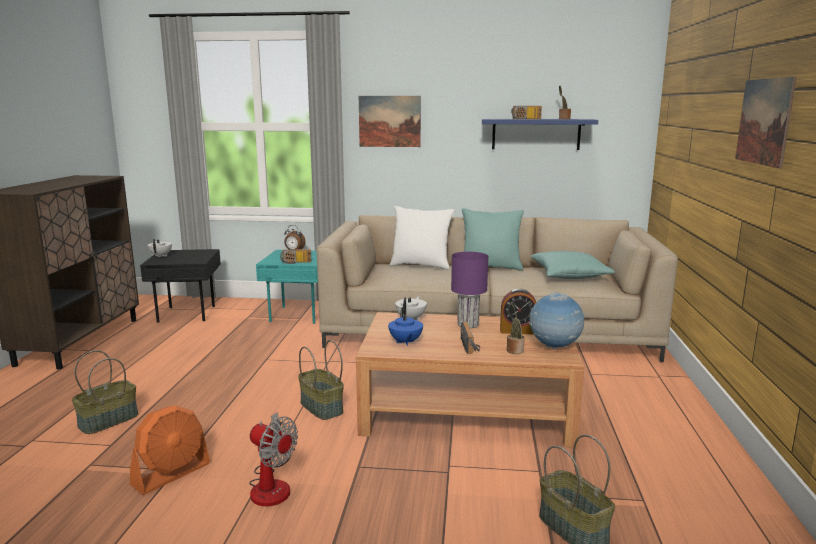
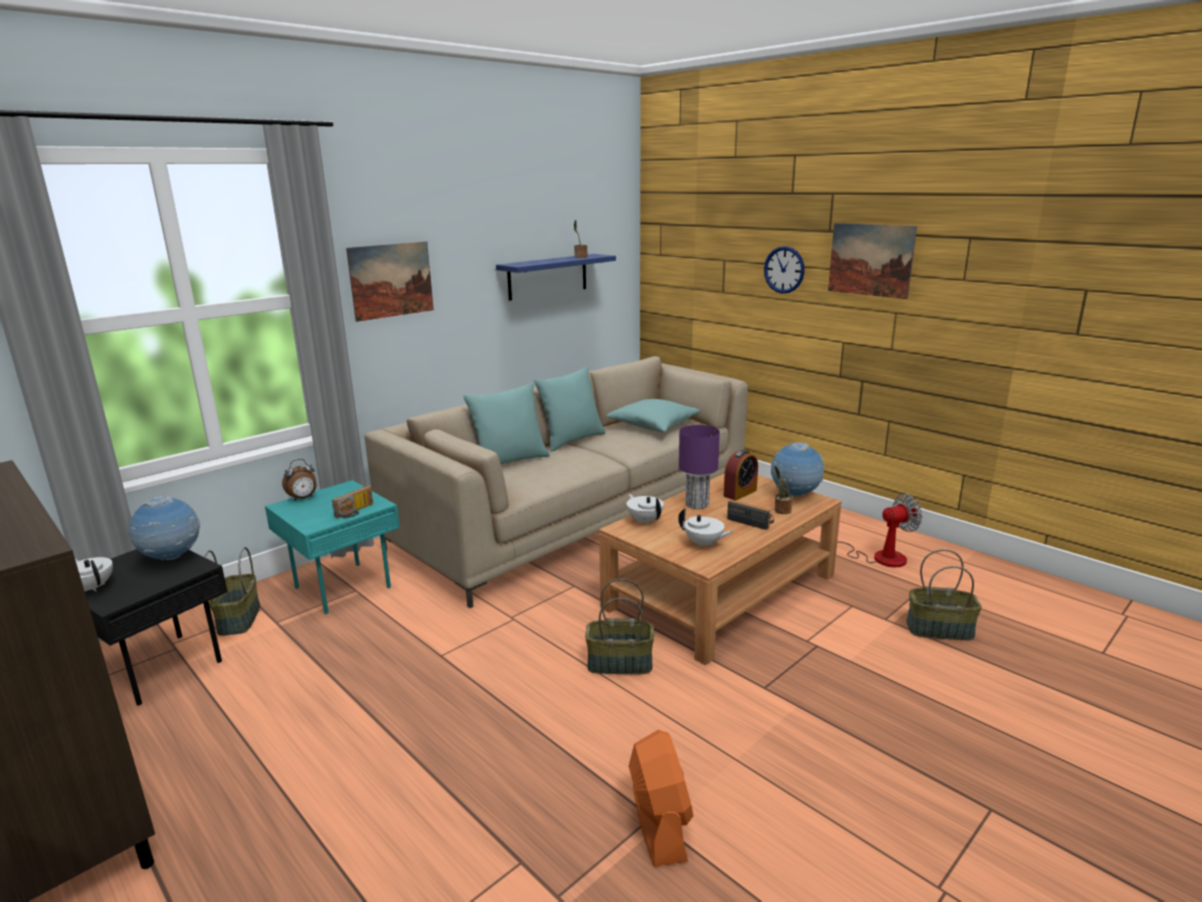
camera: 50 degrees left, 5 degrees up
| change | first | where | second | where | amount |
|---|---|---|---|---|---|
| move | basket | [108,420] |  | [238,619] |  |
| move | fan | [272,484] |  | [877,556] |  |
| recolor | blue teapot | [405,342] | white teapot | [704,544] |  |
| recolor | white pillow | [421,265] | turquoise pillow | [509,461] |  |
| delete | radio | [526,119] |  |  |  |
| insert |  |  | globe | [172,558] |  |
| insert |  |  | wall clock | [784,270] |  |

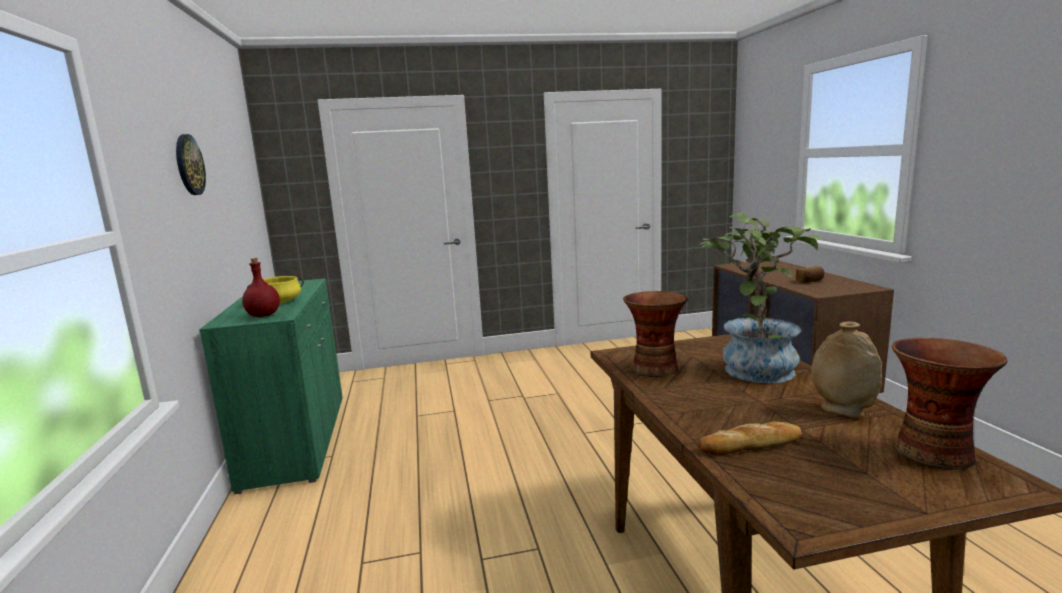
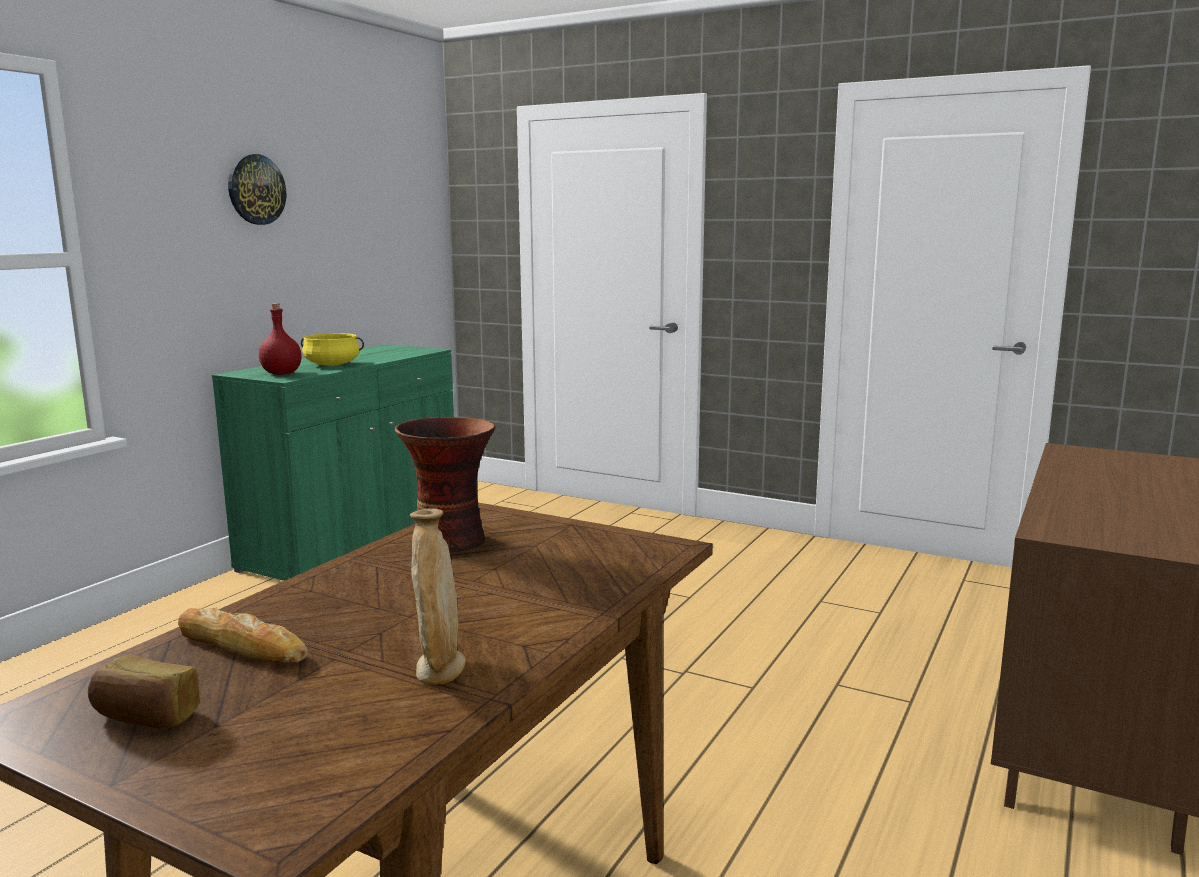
camera: 40 degrees right, 0 degrees up
| change | first | where | second | where | amount |
|---|---|---|---|---|---|
| delete | potted plant | [754,366] |  |  |  |
| move | bread | [810,281] |  | [145,717] |  |
| delete | vase | [933,452] |  |  |  |

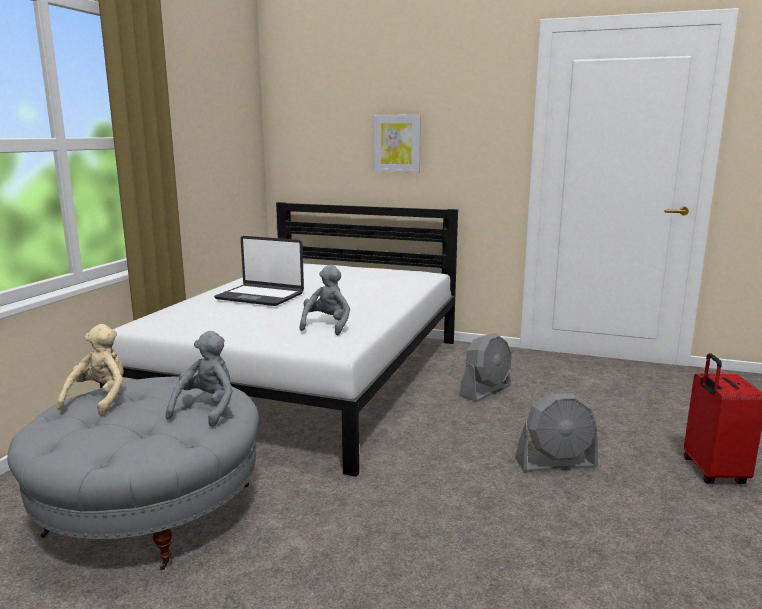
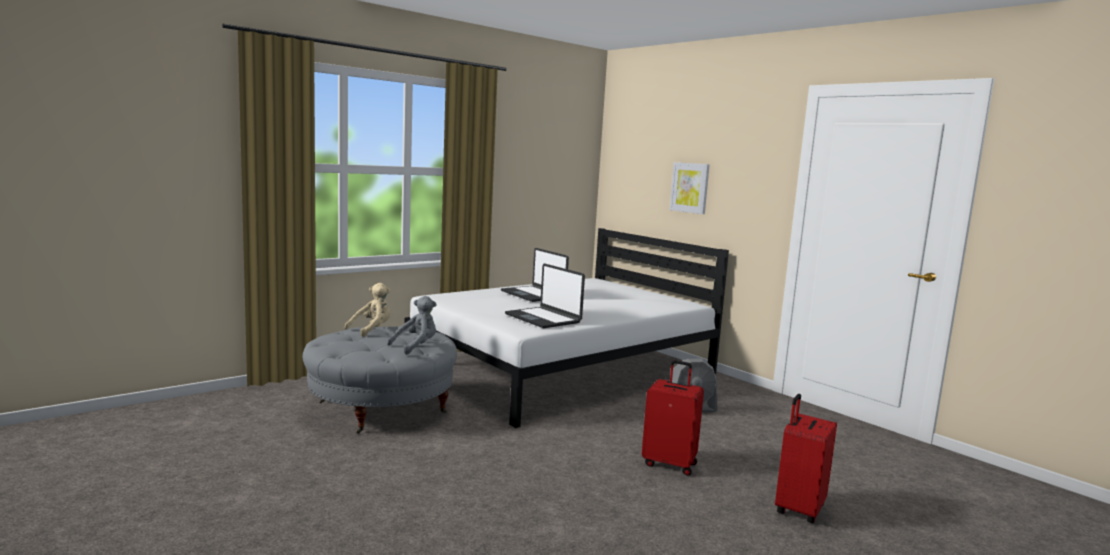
camera: 30 degrees right, 5 degrees down
| change | first | where | second | where | amount |
|---|---|---|---|---|---|
| replace | grey plush toy | [327,326] | laptop | [543,318] |  |
| replace | grey fan | [556,463] | red suitcase | [670,464] |  |

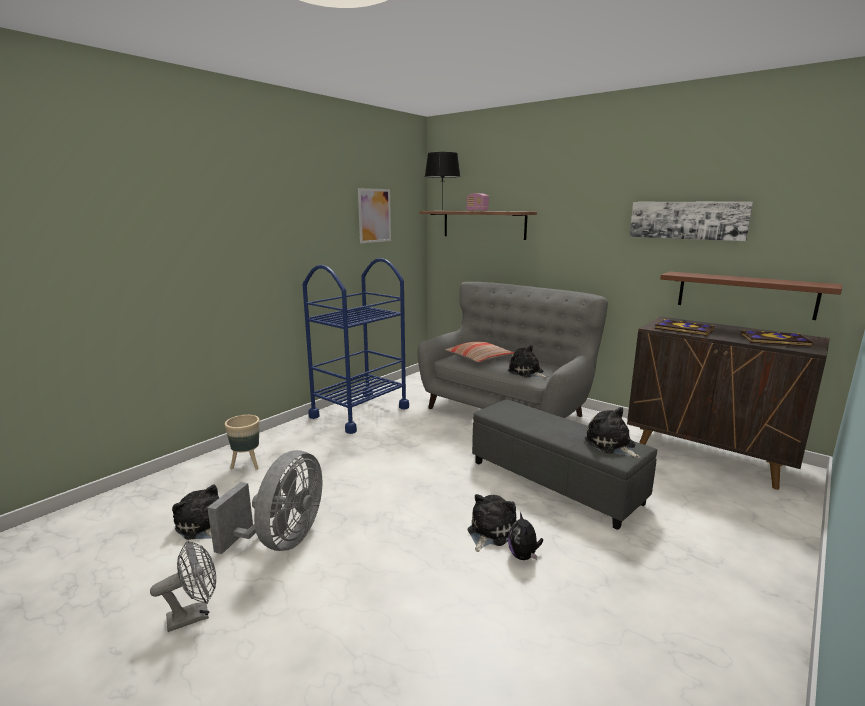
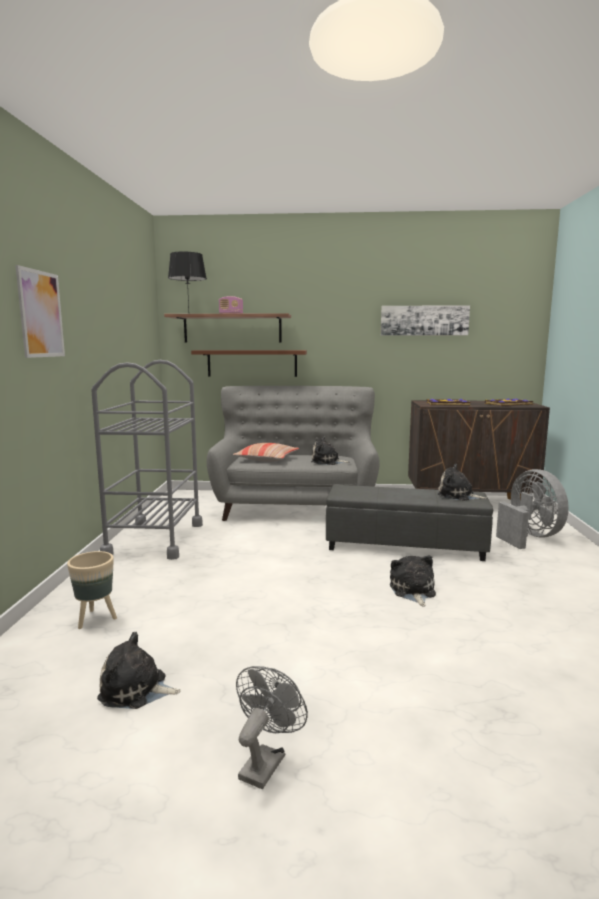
camera: 35 degrees left, 5 degrees down
| change | first | where | second | where | amount |
|---|---|---|---|---|---|
| move | grey fan | [281,540] |  | [529,537] |  |
| recolor | blue cart | [359,412] | grey cart | [155,539] |  |
| move | picture | [374,215] |  | [41,314] |  |
| delete | plush toy | [523,556] |  |  |  |
| move | brown shelf | [745,294] |  | [252,363] |  |

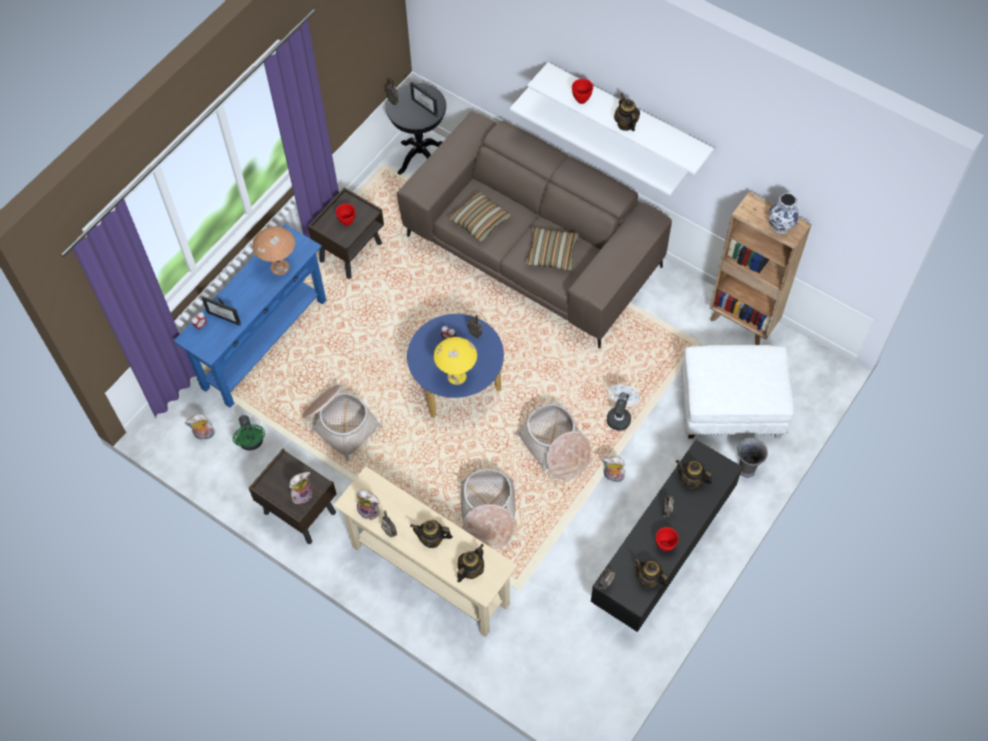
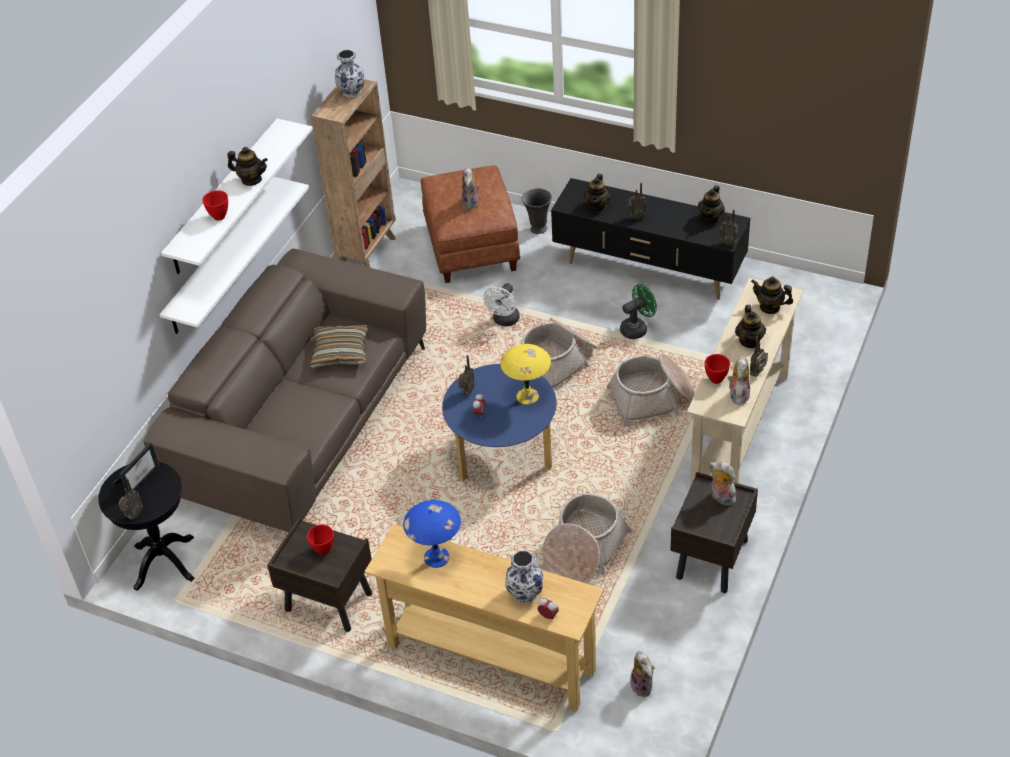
camera: 100 degrees left, 15 degrees down
| change | first | where | second | where | amount |
|---|---|---|---|---|---|
| recolor | blue console table | [264,343] | beige console table | [490,659] |  |
| replace | picture frame | [226,315] | vase | [525,593] |  |
| move | green fan | [252,443] |  | [637,328] |  |
| recolor | brown table lamp | [280,267] | blue table lamp | [437,557] |  |
| delete | pillow | [480,221] |  |  |  |
| move | plush toy | [612,476] |  | [471,203] |  |
| rotate | white fan | [619,416] |  | [504,321] | 75 degrees counterclockwise |
| rotate | teapot | [625,124] |  | [251,180] | 135 degrees counterclockwise |
| move | red bowl | [664,546] |  | [716,380] |  |
| recolor | white ottoman | [732,406] | brown ottoman | [470,246] |  |

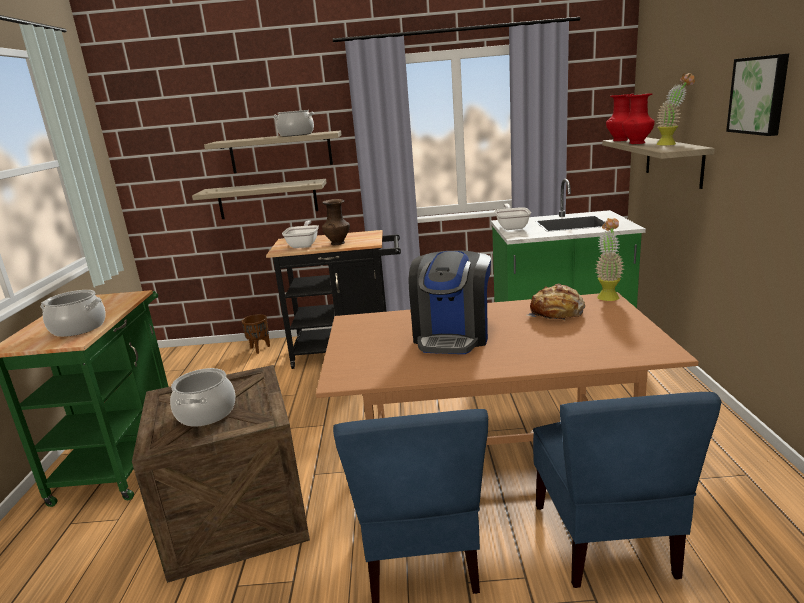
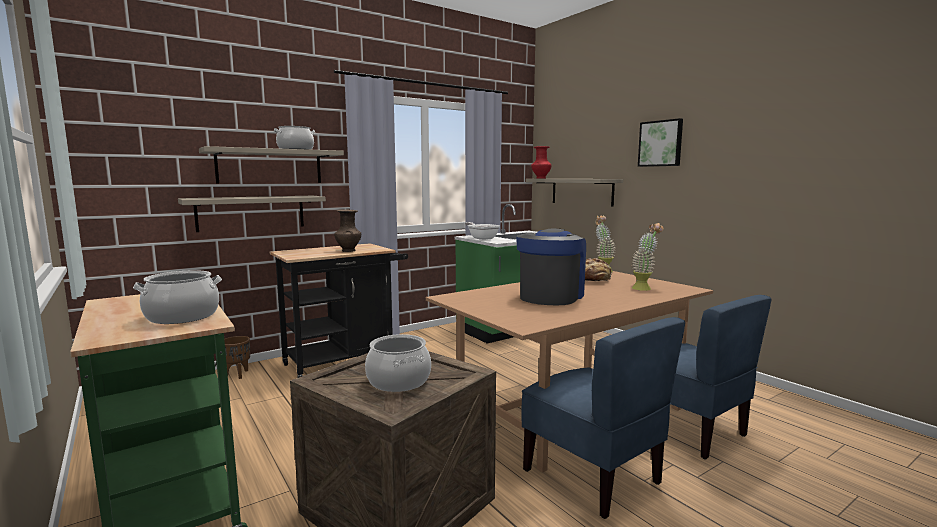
camera: 35 degrees left, 10 degrees down
| change | first | where | second | where | amount |
|---|---|---|---|---|---|
| delete | frying pan | [304,244] |  |  |  |
| rotate | coffee machine | [452,336] |  | [551,296] | 135 degrees counterclockwise |
| delete | red vase | [636,143] |  |  |  |
| move | potted plant | [671,144] |  | [644,288] |  |

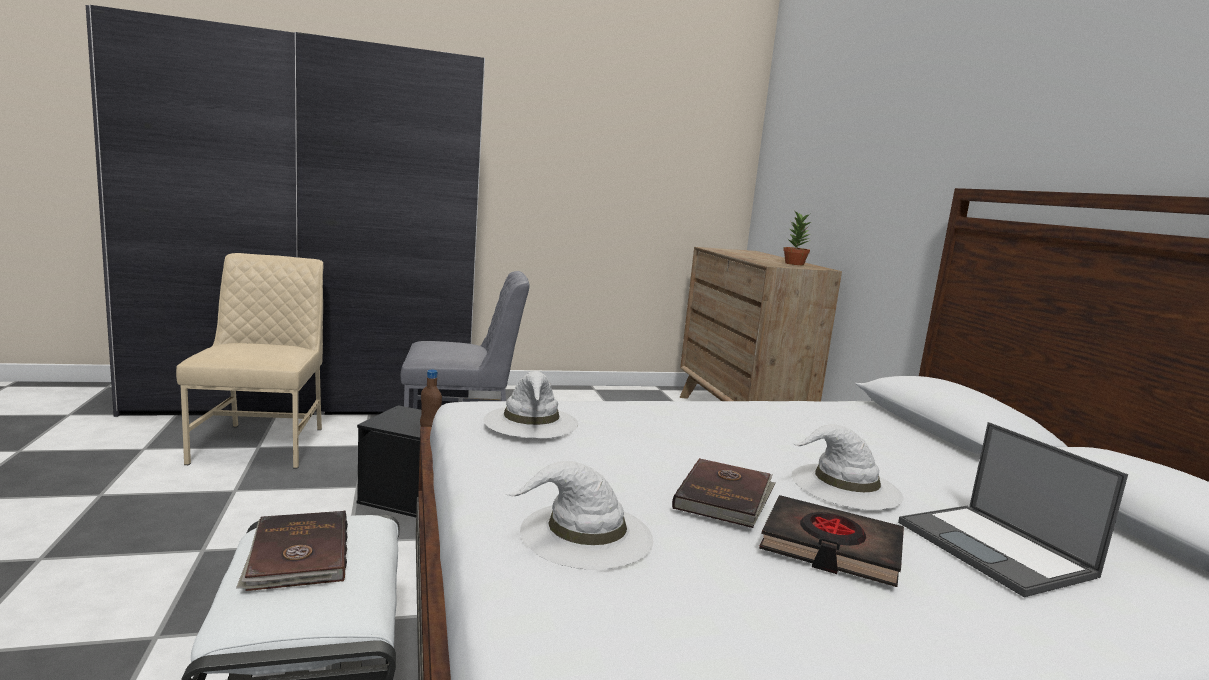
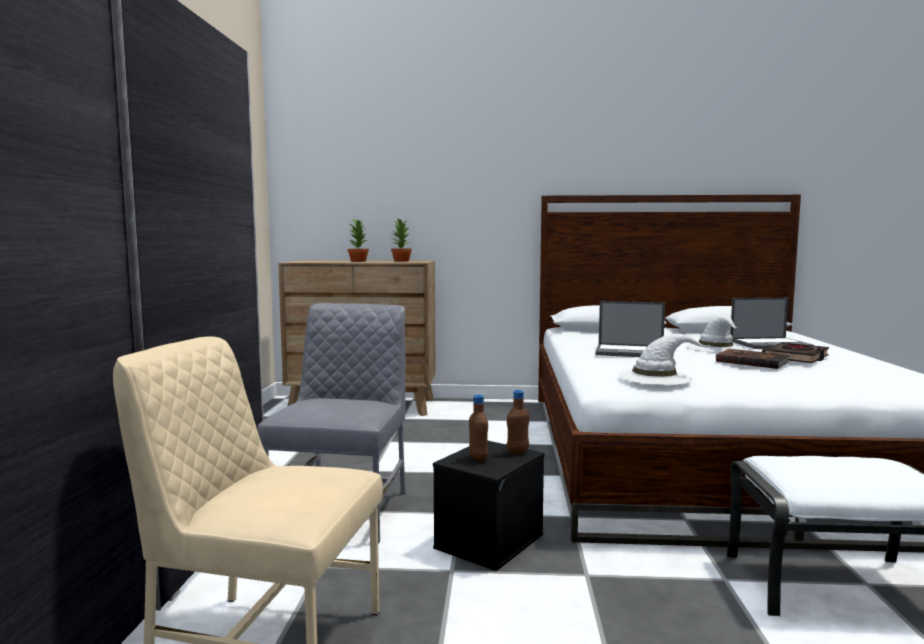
camera: 70 degrees left, 5 degrees down
| change | first | where | second | where | amount |
|---|---|---|---|---|---|
| delete | brown book | [297,555] |  |  |  |
| delete | white hat | [585,535] |  |  |  |
| insert |  |  | potted plant | [358,261] |  |
| insert |  |  | brown bottle | [478,459] |  |
| insert |  |  | laptop | [631,352] |  |

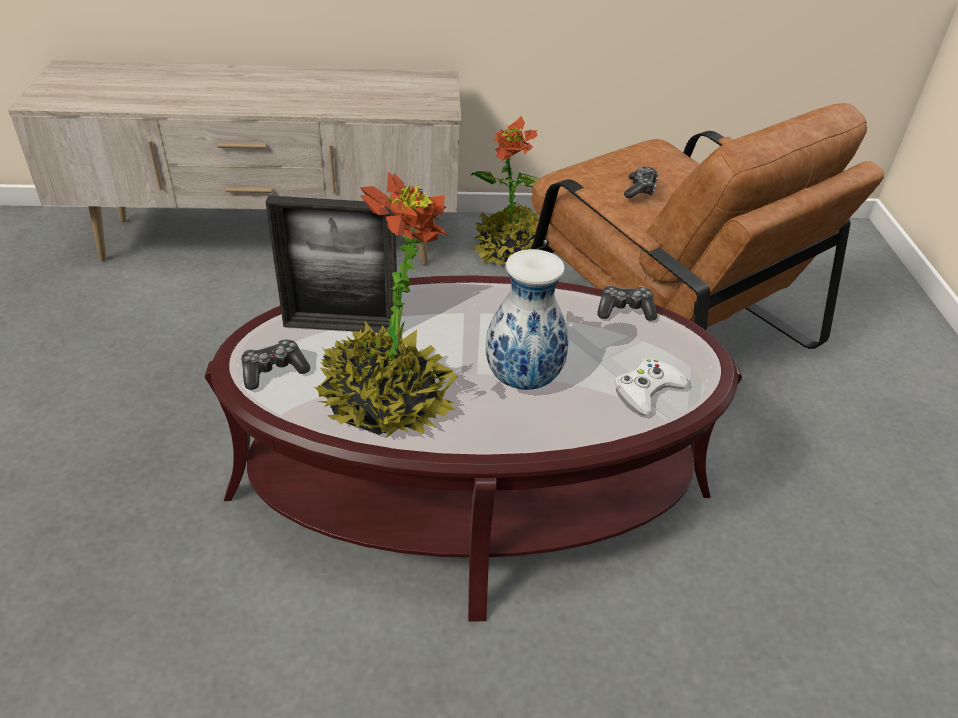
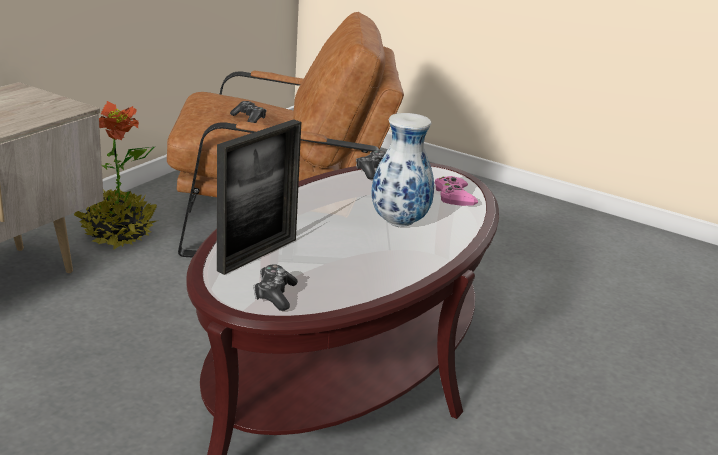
camera: 55 degrees left, 15 degrees down
| change | first | where | second | where | amount |
|---|---|---|---|---|---|
| delete | potted plant | [386,403] |  |  |  |
| recolor | white game controller | [646,391] | pink game controller | [454,196] |  |

